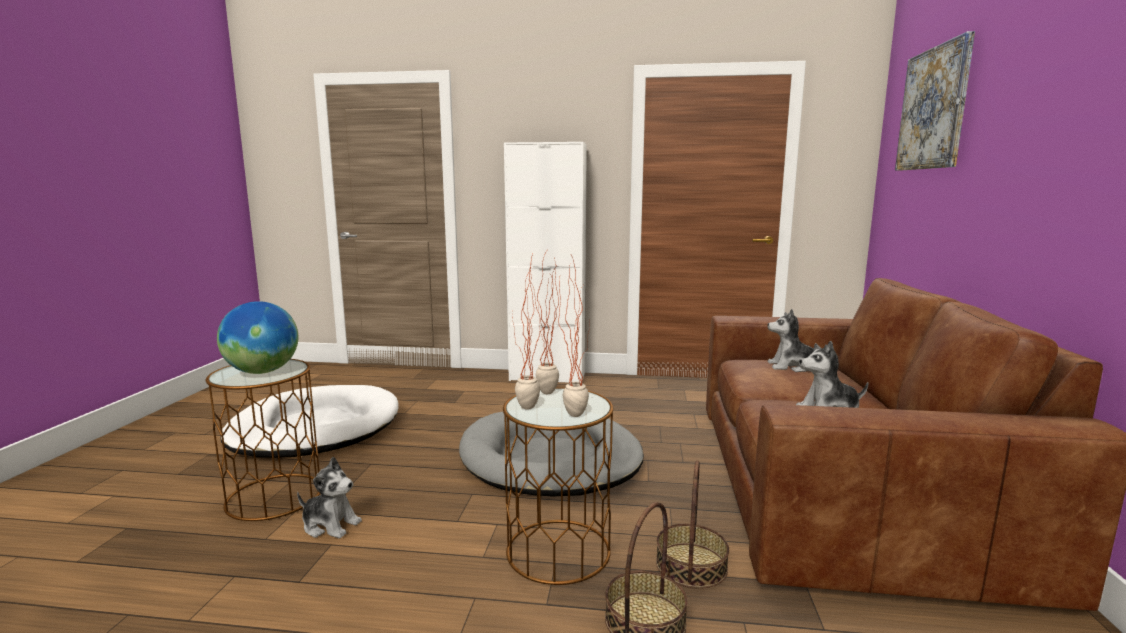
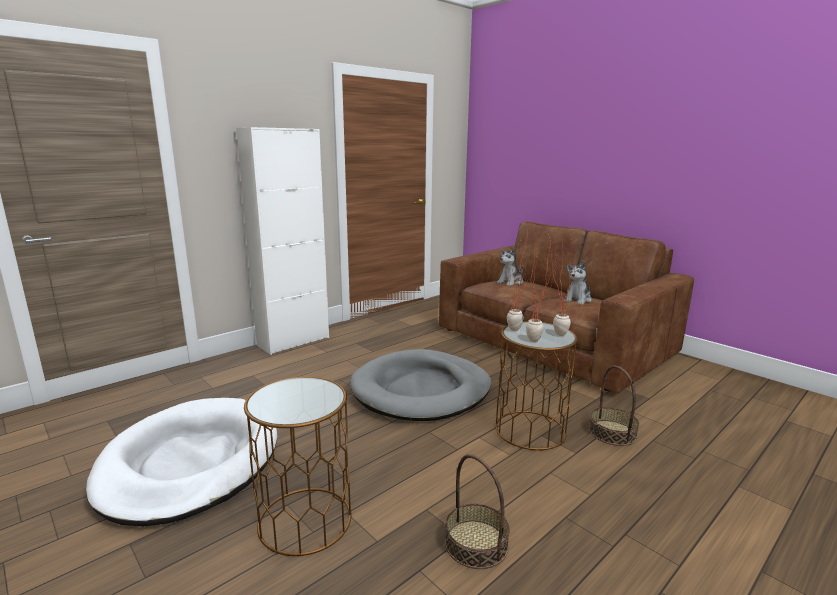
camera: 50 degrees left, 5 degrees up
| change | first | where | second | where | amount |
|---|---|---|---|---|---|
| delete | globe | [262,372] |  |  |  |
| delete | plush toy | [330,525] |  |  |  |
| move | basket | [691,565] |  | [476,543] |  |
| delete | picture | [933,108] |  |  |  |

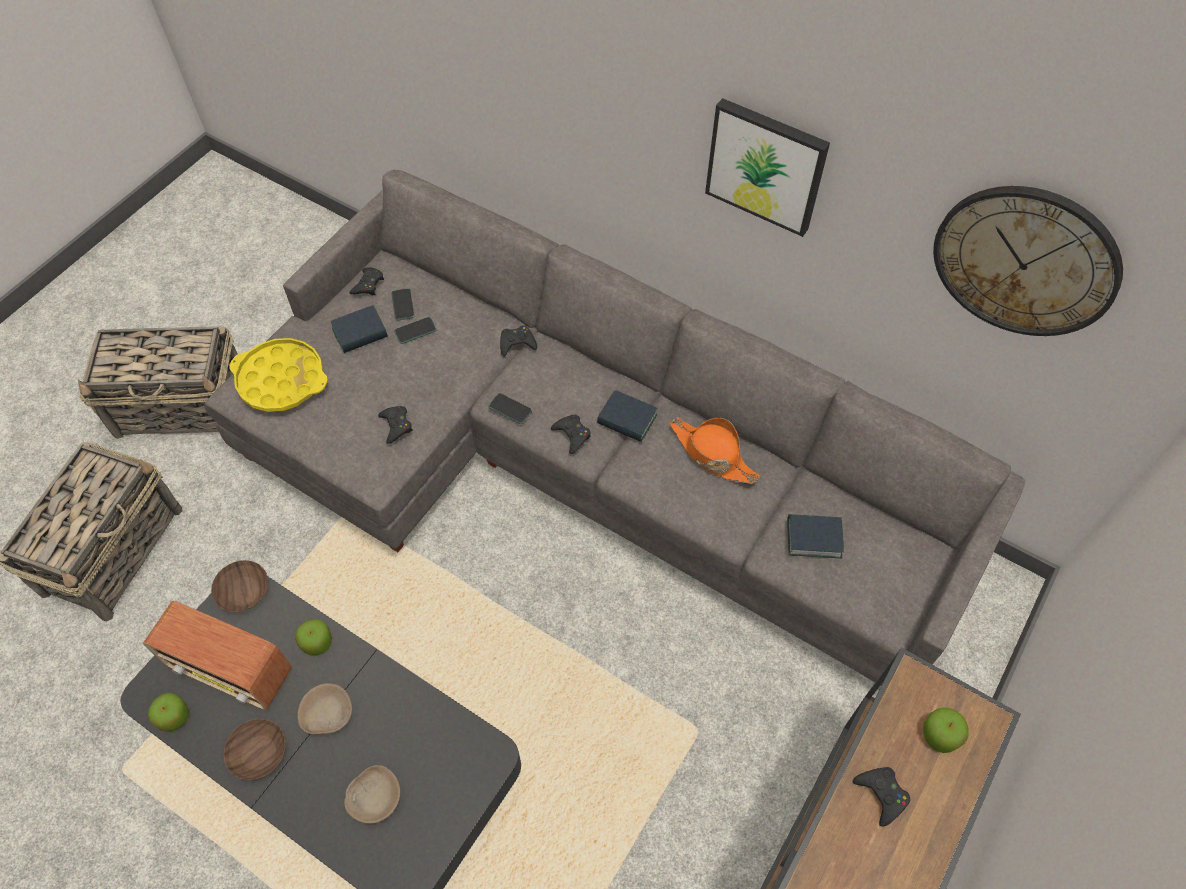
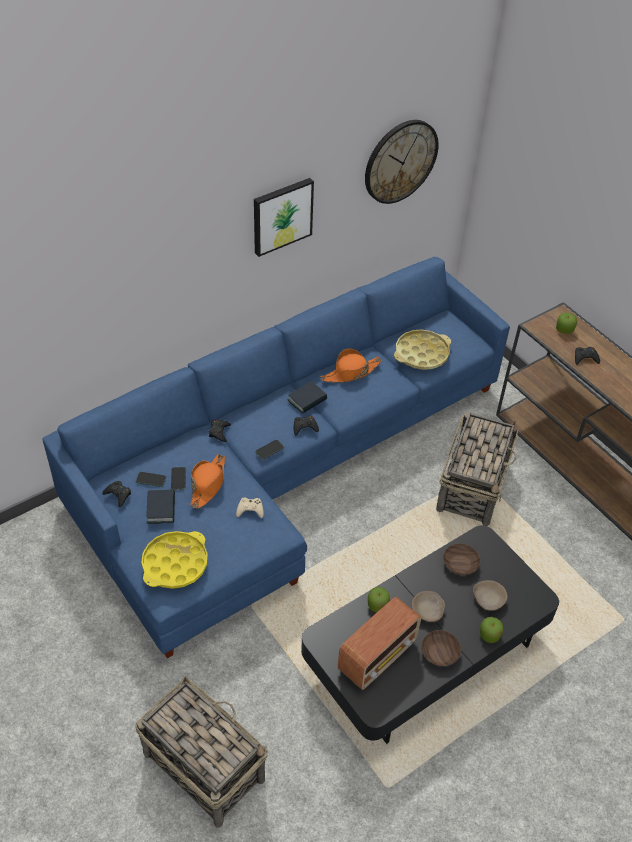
camera: 70 degrees left, 10 degrees down
| change | first | where | second | where | amount |
|---|---|---|---|---|---|
| move | basket | [184,405] |  | [473,485] |  |
| move | apple | [174,717] |  | [489,635] |  |
| recolor | grey sofa | [579,459] | blue sofa | [277,468] |  |
| move | brown bowl | [244,592] |  | [461,564] |  |
| recolor | black game controller | [396,425] | beige game controller | [250,510] |  |
| replace | book | [813,538] | yellow tray | [421,353] |  |
| insert |  |  | orange hat | [208,484] |  |

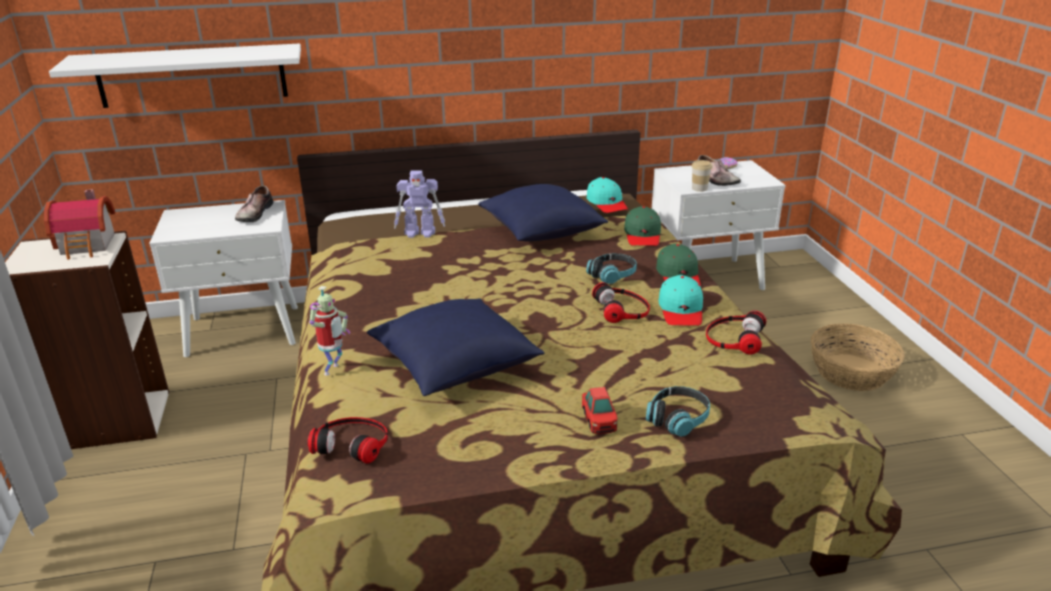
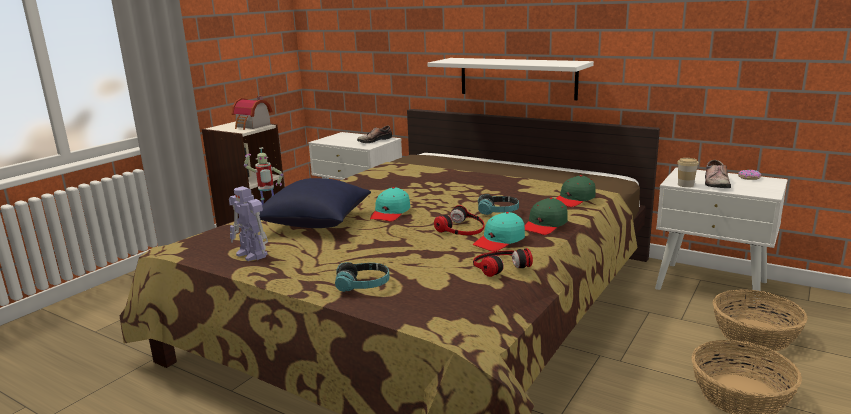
camera: 45 degrees right, 10 degrees down
| change | first | where | second | where | amount |
|---|---|---|---|---|---|
| move | white shelf | [192,75] |  | [517,78] |  |
| delete | headphones | [352,442] |  |  |  |
| move | toy robot | [420,233] |  | [252,255] |  |
| delete | blue pillow | [541,232] |  |  |  |
| delete | toy car | [599,421] |  |  |  |
| move | turquoise cap | [607,203] |  | [390,213] |  |
| insert |  |  | basket | [754,335] |  |

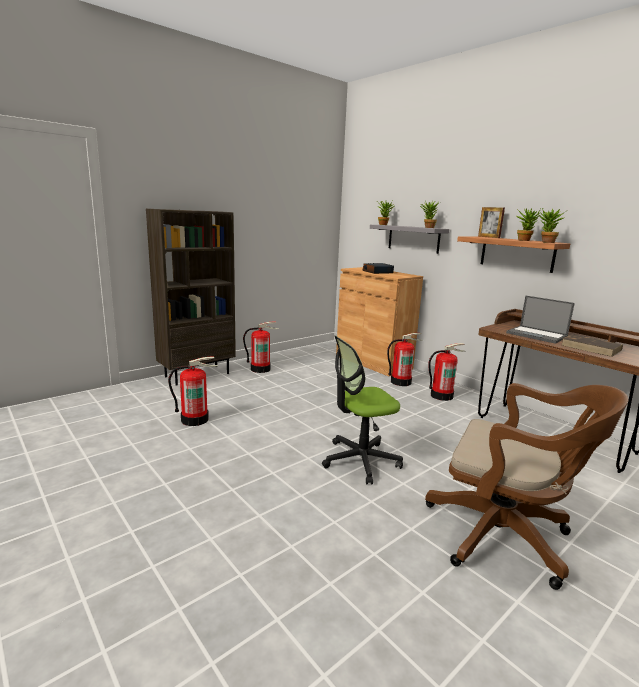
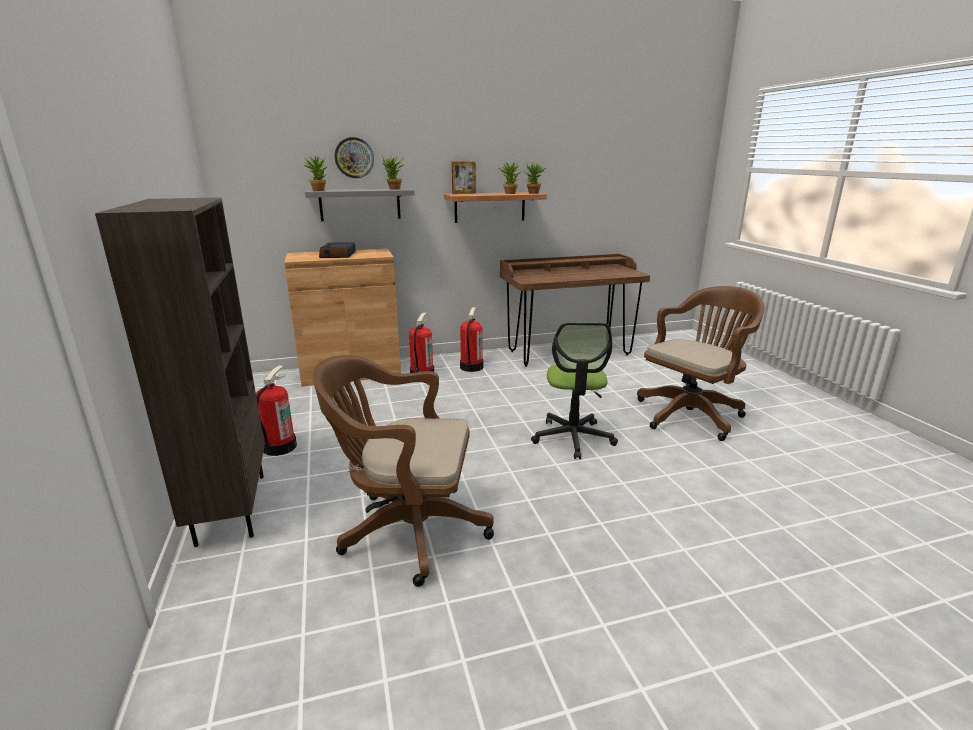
camera: 65 degrees left, 5 degrees up
| change | first | where | second | where | amount |
|---|---|---|---|---|---|
| replace | fire extinguisher | [195,419] | brown office chair | [407,530] |  |
| delete | laptop | [537,335] |  |  |  |
| delete | brown book | [591,348] |  |  |  |
| insert |  |  | wall clock | [354,158] |  |

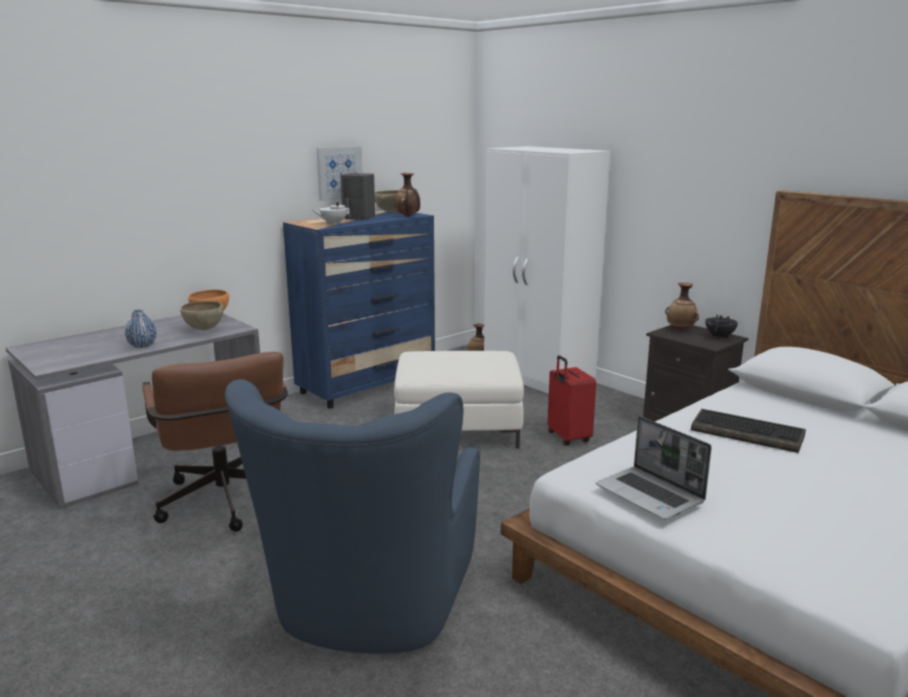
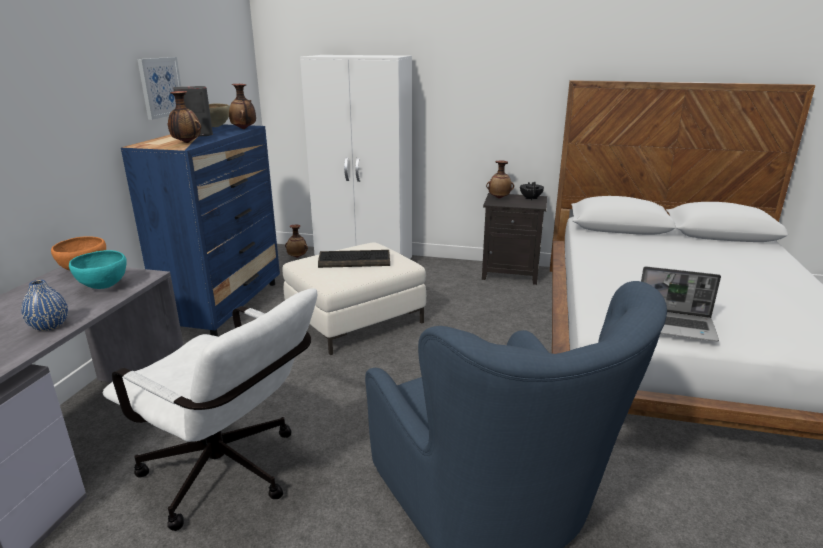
camera: 35 degrees left, 5 degrees up
| change | first | where | second | where | amount |
|---|---|---|---|---|---|
| recolor | brown office chair | [226,505] | white office chair | [230,476] |  |
| recolor | brown bowl | [204,330] | turquoise bowl | [103,287] |  |
| replace | white teapot | [333,223] | vase | [186,143] |  |
| delete | red suitcase | [567,438] |  |  |  |
| move | keyboard | [748,433] |  | [355,260] |  |

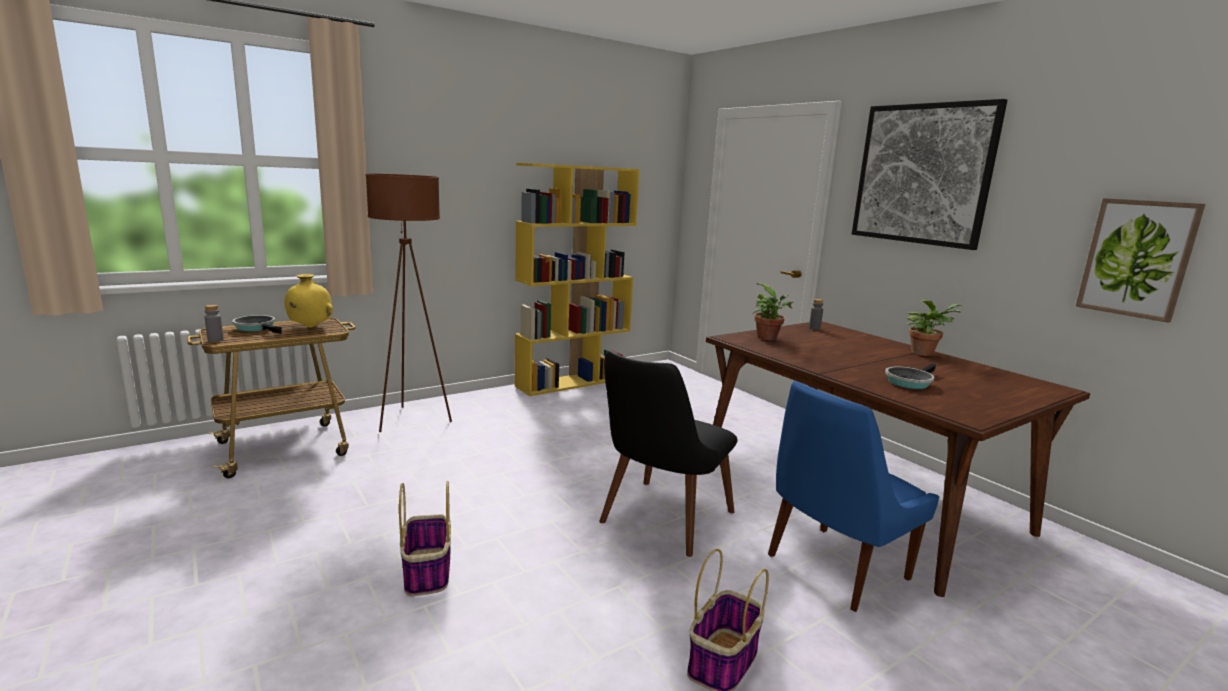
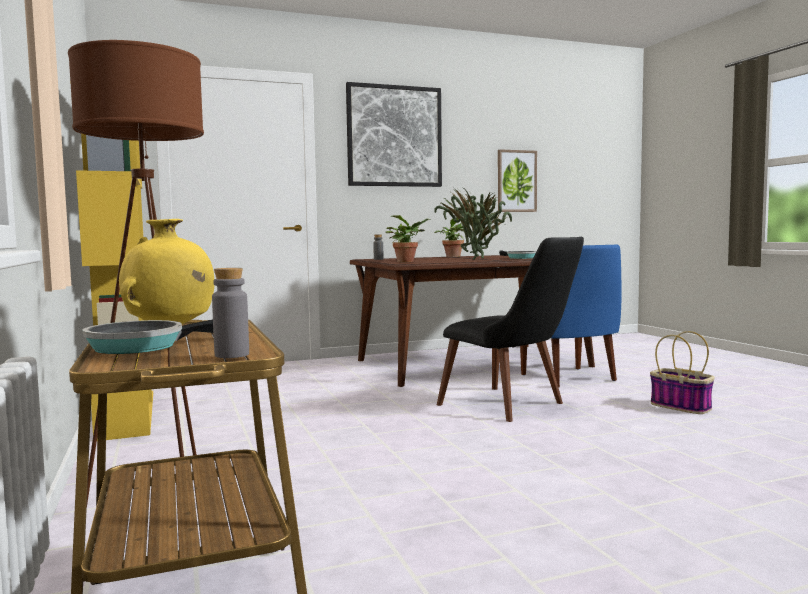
camera: 75 degrees left, 10 degrees down
| change | first | where | second | where | amount |
|---|---|---|---|---|---|
| delete | basket | [427,573] |  |  |  |
| insert |  |  | potted plant | [475,259] |  |

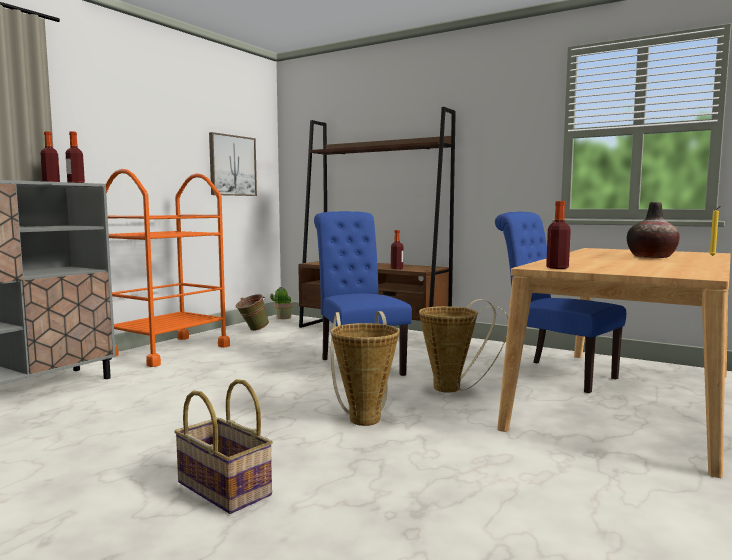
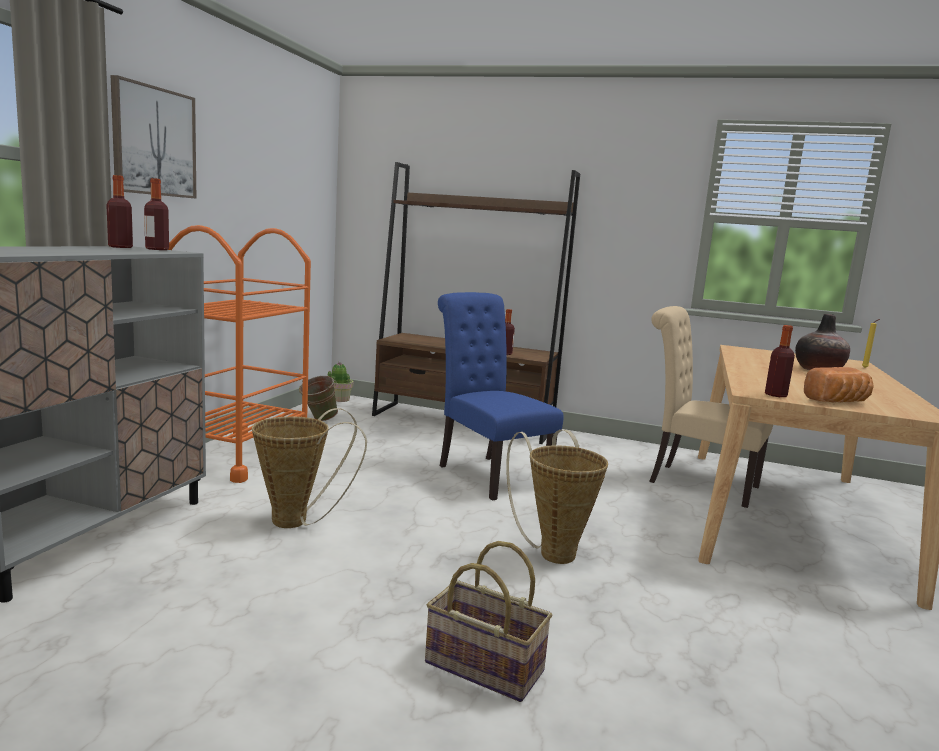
camera: 15 degrees left, 5 degrees up
| change | first | where | second | where | amount |
|---|---|---|---|---|---|
| move | picture | [232,165] |  | [154,141] |  |
| move | basket | [454,388] |  | [298,521] |  |
| recolor | blue chair | [553,374] | beige chair | [696,483] |  |
| insert |  |  | bread | [838,402] |  |

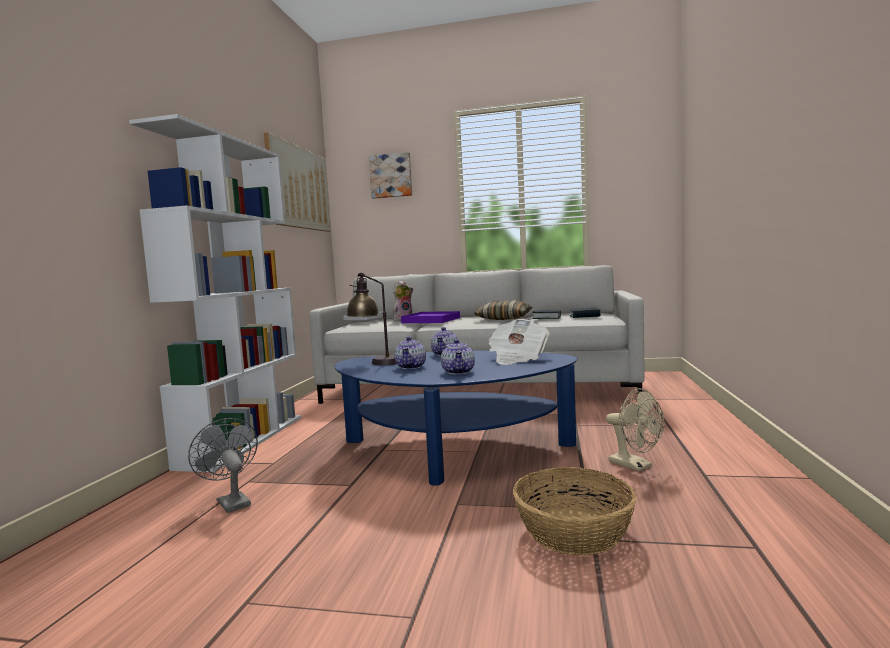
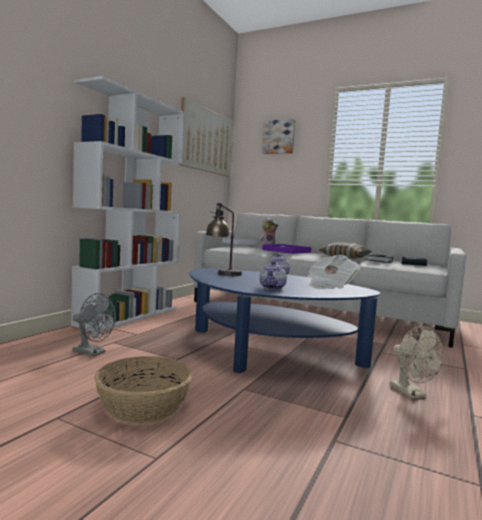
camera: 15 degrees right, 0 degrees up
| change | first | where | second | where | amount |
|---|---|---|---|---|---|
| rotate | grey fan | [230,502] |  | [93,352] | 135 degrees clockwise |
| delete | teapot | [411,367] |  |  |  |
| move | basket | [573,532] |  | [142,405] |  |

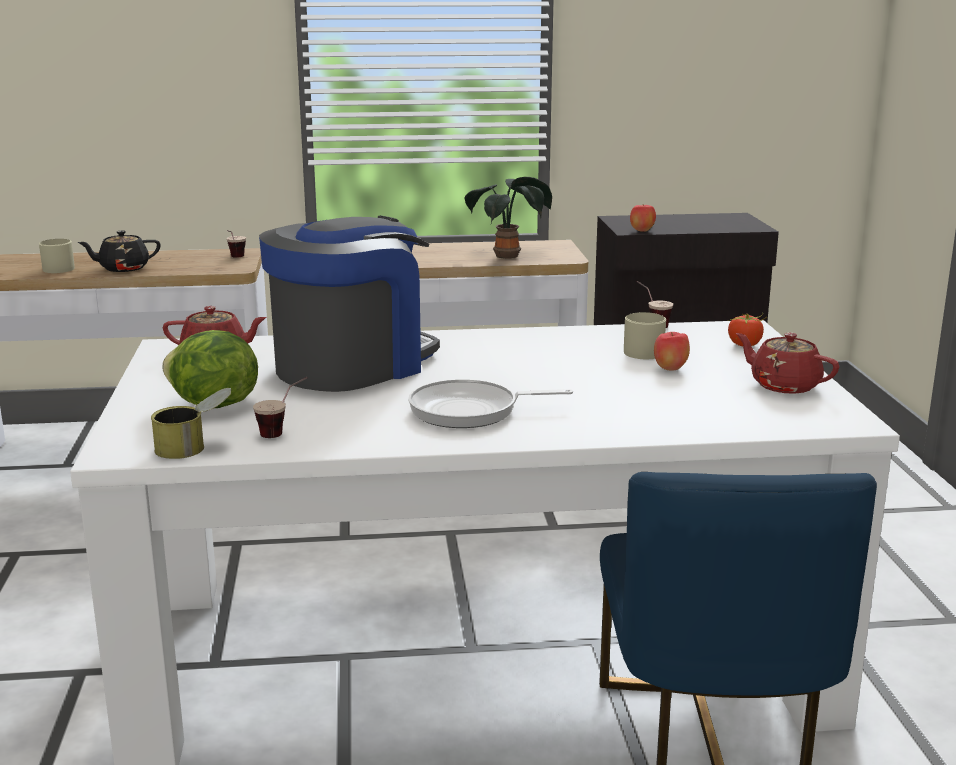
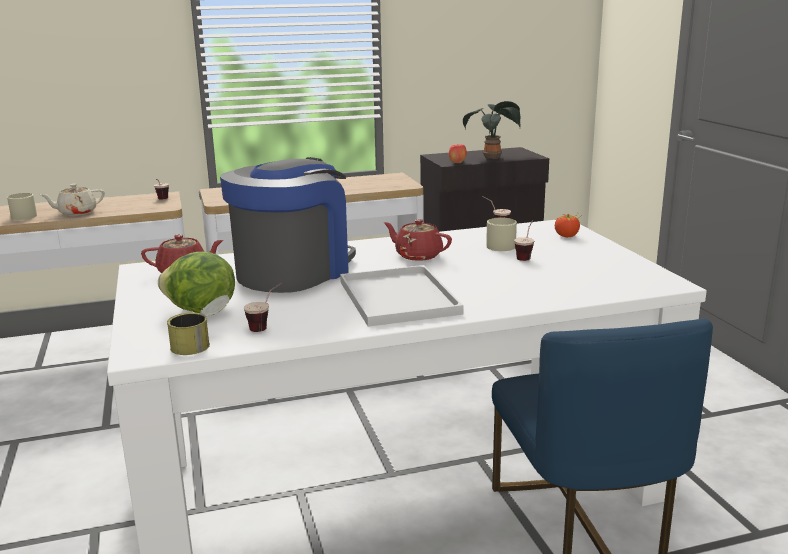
camera: 10 degrees left, 0 degrees up
| change | first | where | second | where | amount |
|---|---|---|---|---|---|
| recolor | black teapot | [123,268] | beige teapot | [76,213] |  |
| replace | frying pan | [470,411] | white tray | [400,298] |  |
| move | potted plant | [509,256] |  | [493,157] |  |
| replace | apple | [670,369] | cup | [525,256] |  |
| move | red teapot | [783,385] |  | [417,255] |  |

